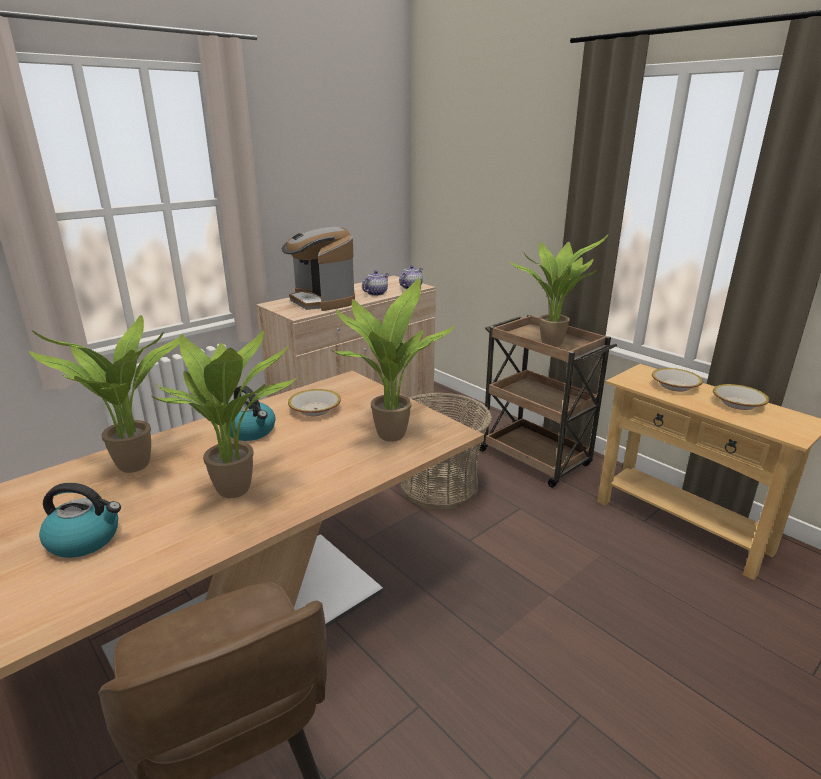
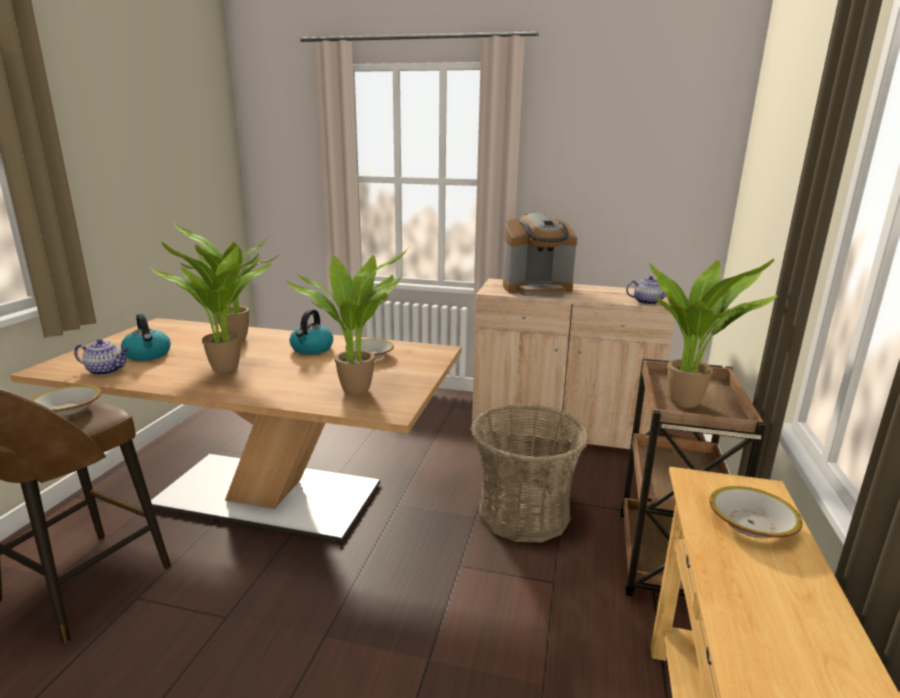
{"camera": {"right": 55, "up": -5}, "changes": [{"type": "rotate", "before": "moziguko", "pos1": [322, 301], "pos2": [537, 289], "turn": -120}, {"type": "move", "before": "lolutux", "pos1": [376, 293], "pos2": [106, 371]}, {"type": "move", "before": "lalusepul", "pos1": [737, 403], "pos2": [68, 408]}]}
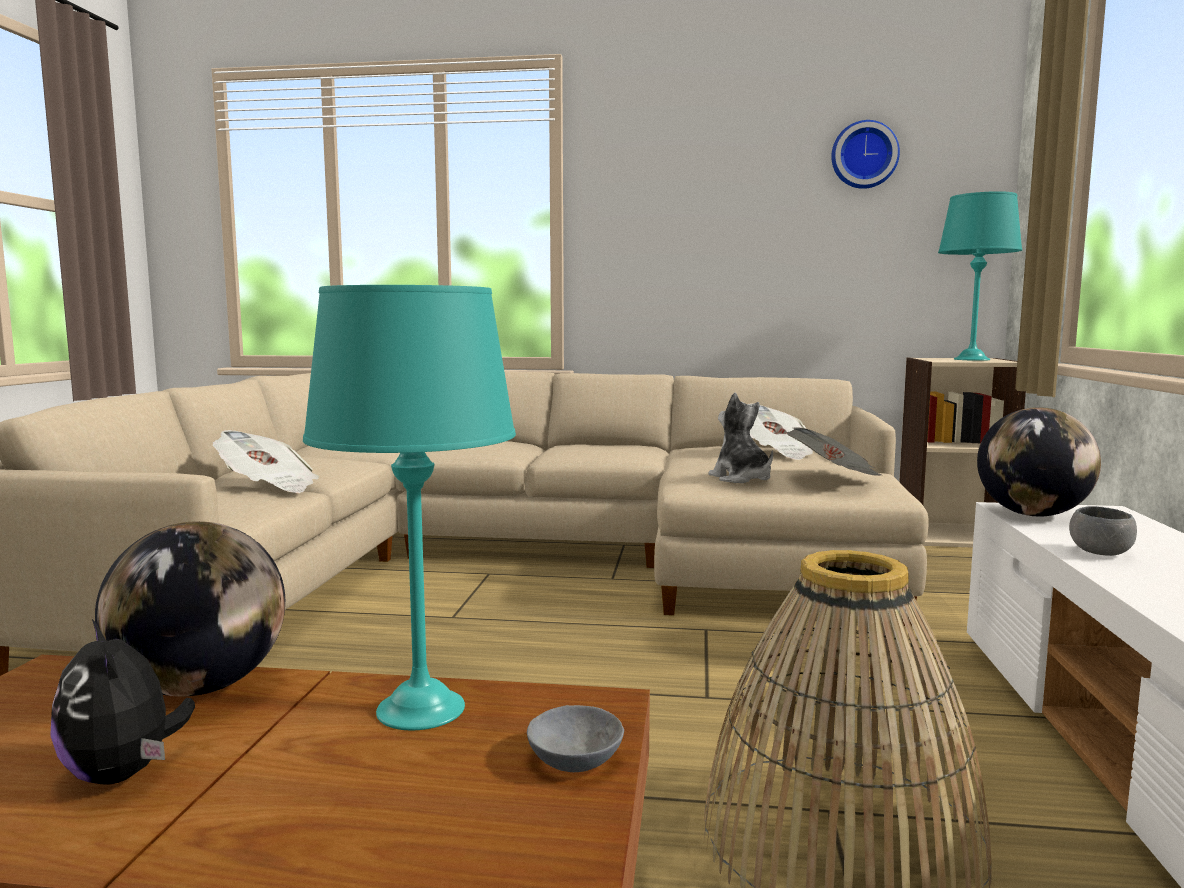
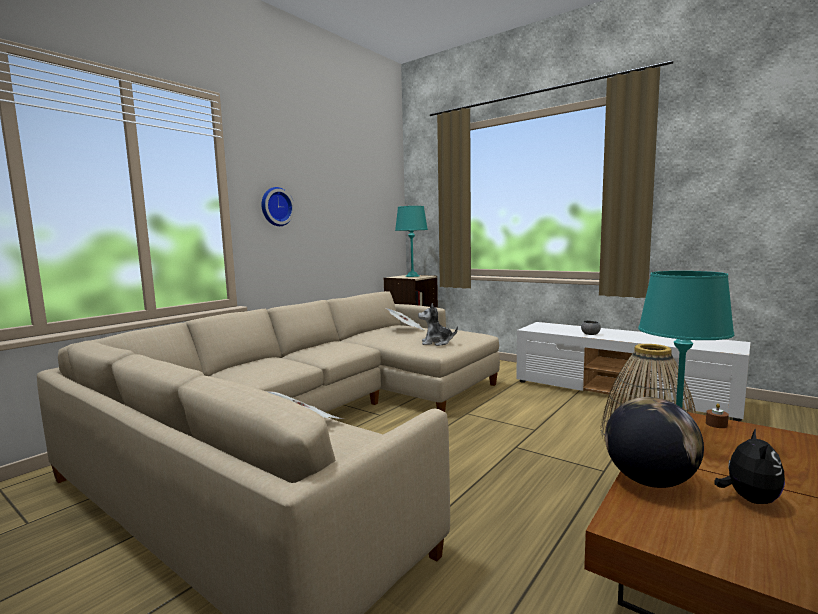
{"camera": {"right": -60, "up": 0}, "changes": [{"type": "move", "before": "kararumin", "pos1": [864, 155], "pos2": [275, 207]}, {"type": "delete", "before": "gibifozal", "pos1": [1033, 515]}, {"type": "delete", "before": "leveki", "pos1": [834, 477]}, {"type": "rotate", "before": "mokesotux", "pos1": [124, 774], "pos2": [748, 499], "turn": -60}, {"type": "replace", "before": "lalusepul (grey)", "after": "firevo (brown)", "pos1": [571, 757], "pos2": [716, 424]}]}
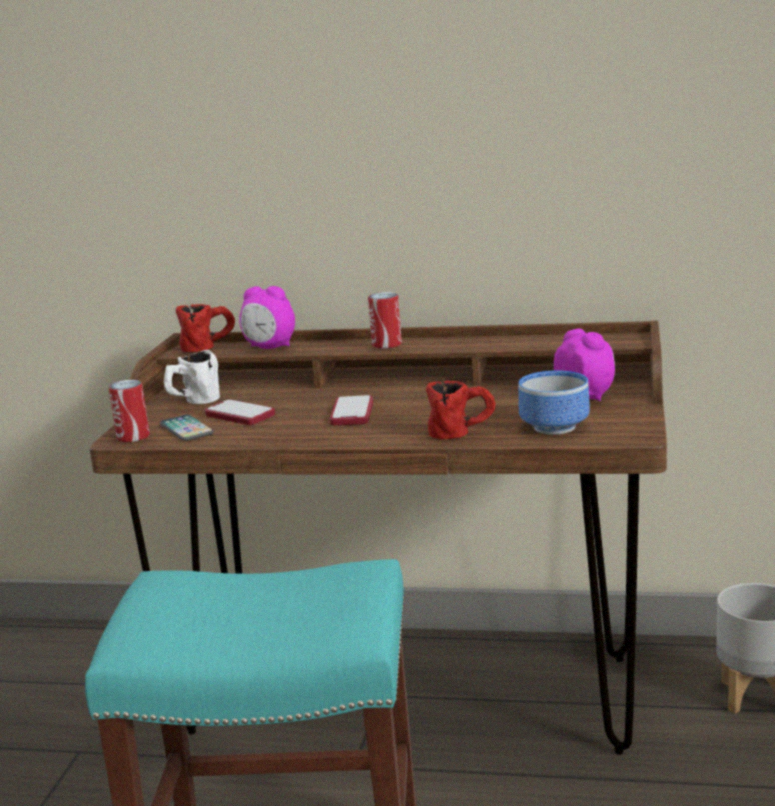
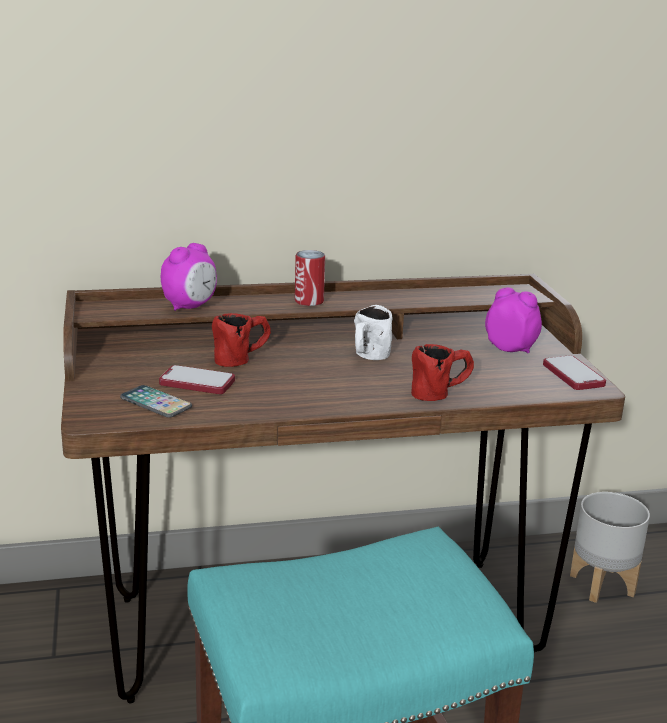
{"camera": {"right": -25, "up": 5}, "changes": [{"type": "rotate", "before": "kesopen", "pos1": [270, 347], "pos2": [190, 306], "turn": -45}, {"type": "move", "before": "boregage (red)", "pos1": [209, 347], "pos2": [242, 358]}, {"type": "move", "before": "boregage (white)", "pos1": [193, 402], "pos2": [368, 357]}, {"type": "delete", "before": "lalusepul", "pos1": [555, 426]}, {"type": "delete", "before": "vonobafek", "pos1": [133, 437]}, {"type": "move", "before": "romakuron", "pos1": [352, 413], "pos2": [573, 375]}]}
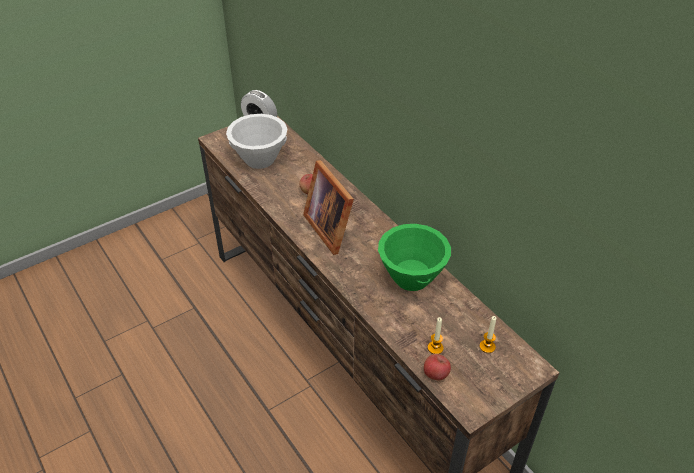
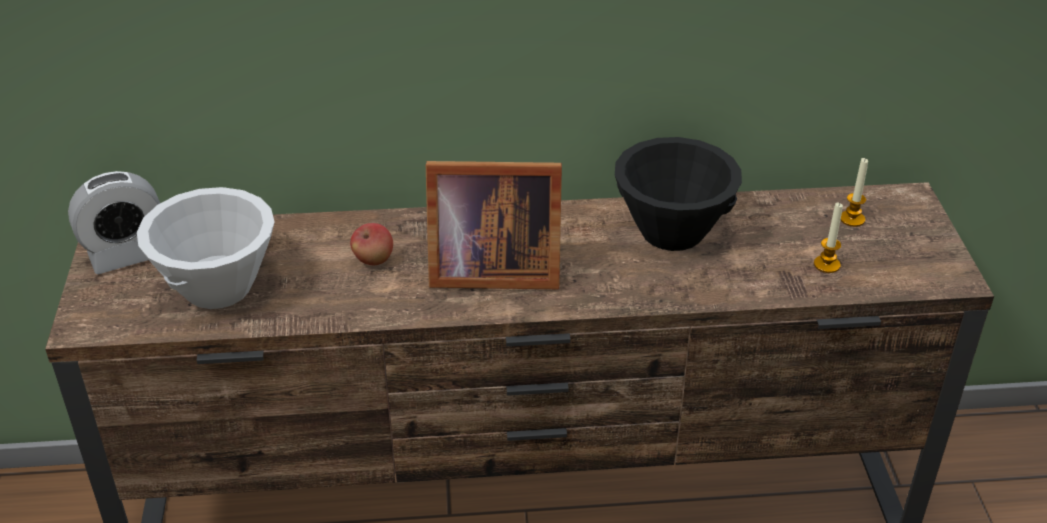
{"camera": {"right": -60, "up": -5}, "changes": [{"type": "recolor", "before": "lalusepul (green)", "after": "lalusepul (black)", "pos1": [412, 277], "pos2": [672, 231]}, {"type": "delete", "before": "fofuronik", "pos1": [435, 374]}]}
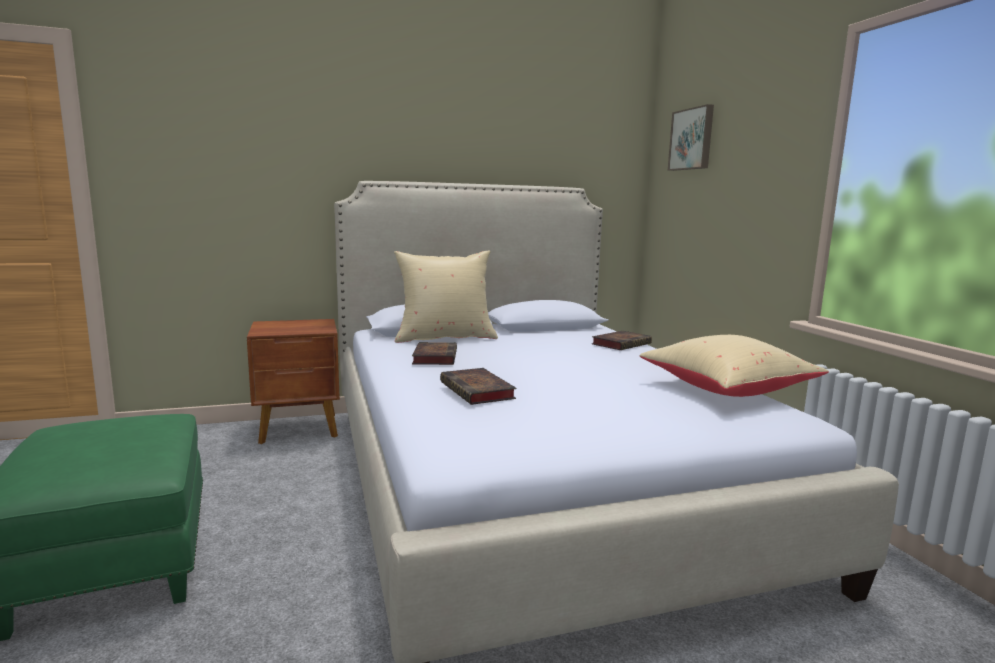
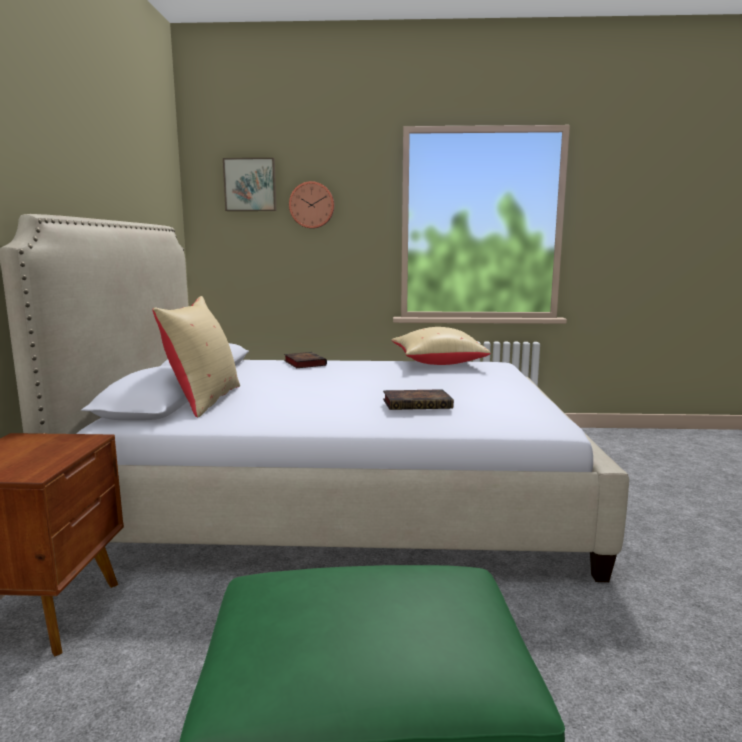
{"camera": {"right": -70, "up": 0}, "changes": [{"type": "delete", "before": "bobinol", "pos1": [434, 357]}, {"type": "insert", "after": "kararumin", "pos2": [312, 205]}]}
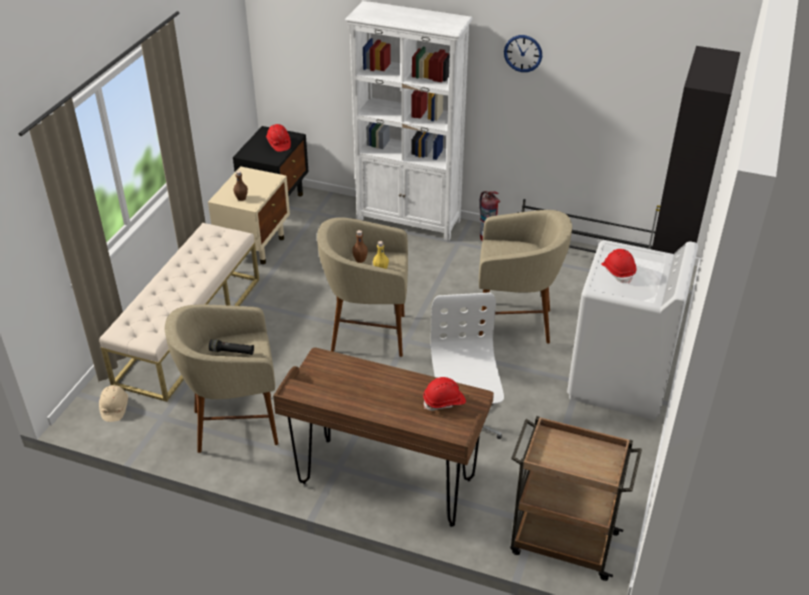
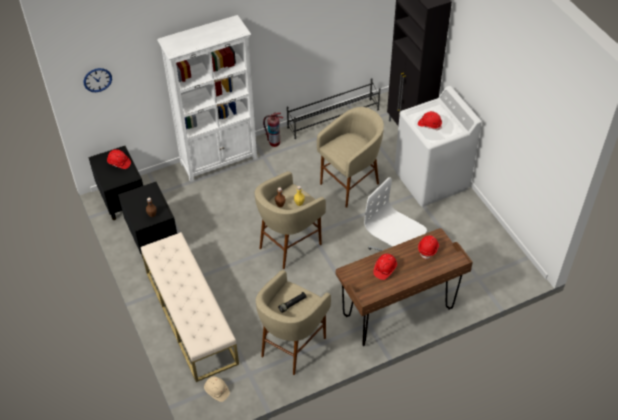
{"camera": {"right": -45, "up": 10}, "changes": [{"type": "move", "before": "kararumin", "pos1": [523, 53], "pos2": [97, 80]}, {"type": "recolor", "before": "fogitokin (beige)", "after": "fogitokin (black)", "pos1": [255, 245], "pos2": [153, 239]}, {"type": "delete", "before": "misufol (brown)", "pos1": [561, 542]}, {"type": "insert", "after": "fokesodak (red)", "pos2": [384, 269]}]}
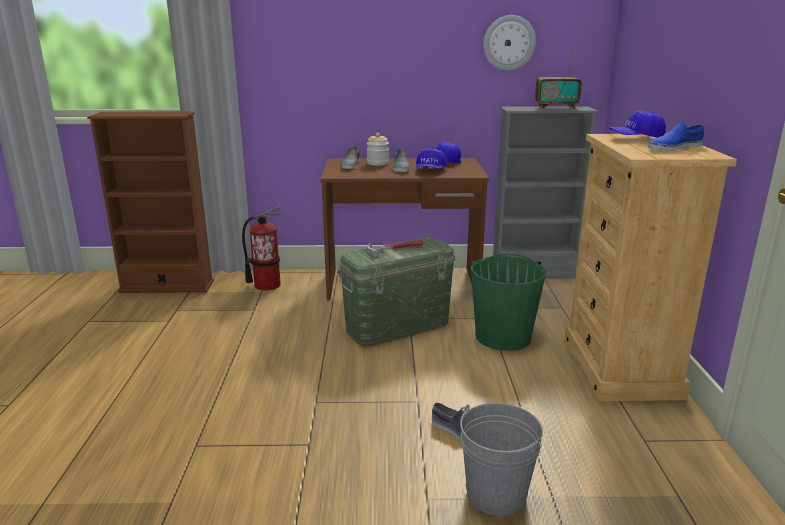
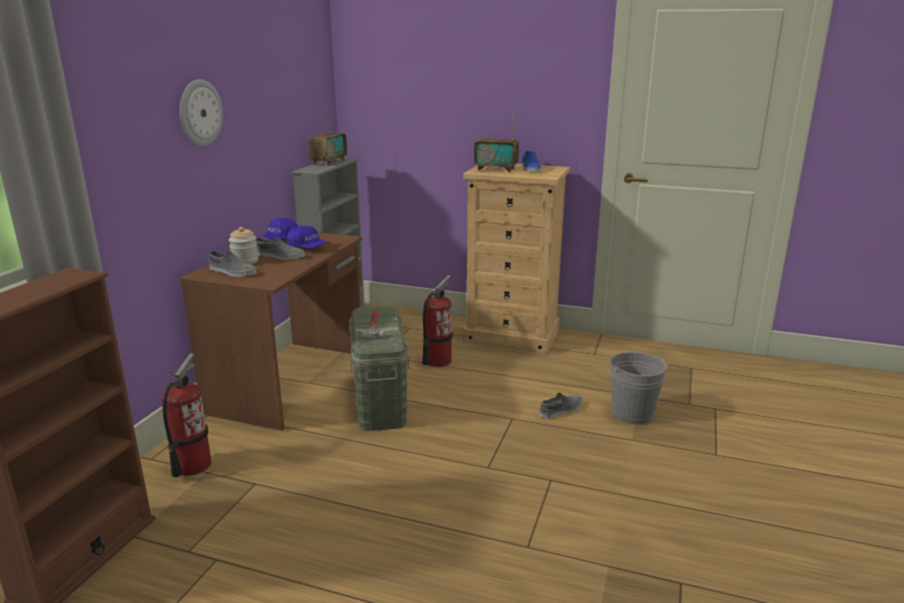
{"camera": {"right": -70, "up": 0}, "changes": [{"type": "move", "before": "kararumin", "pos1": [509, 43], "pos2": [200, 113]}, {"type": "replace", "before": "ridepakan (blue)", "after": "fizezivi", "pos1": [636, 139], "pos2": [496, 169]}, {"type": "replace", "before": "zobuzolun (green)", "after": "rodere", "pos1": [503, 336], "pos2": [437, 361]}]}
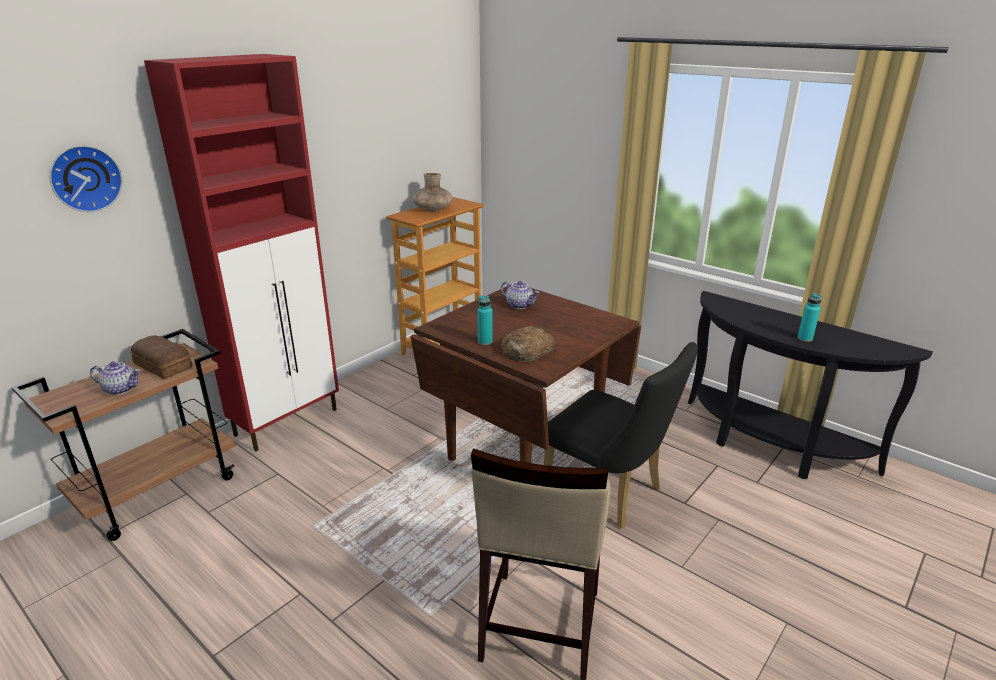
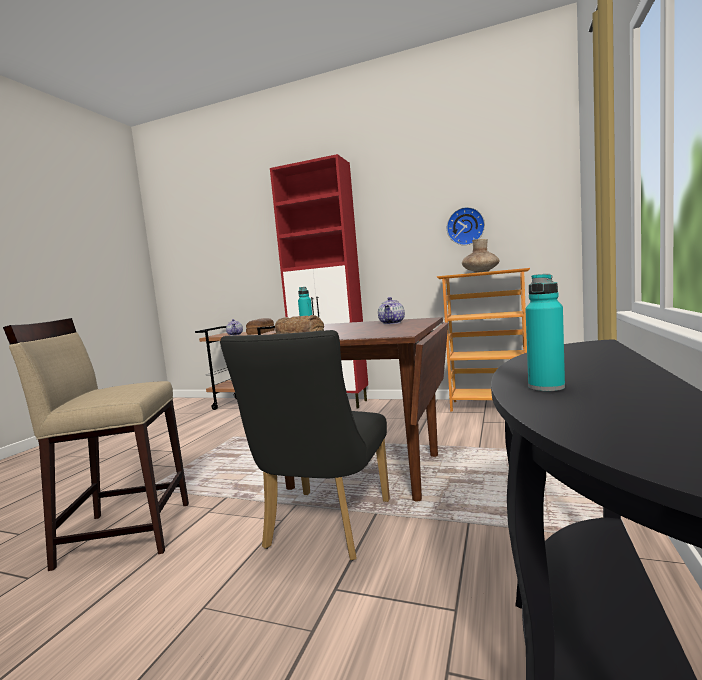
{"camera": {"right": 70, "up": -20}, "changes": [{"type": "move", "before": "kararumin", "pos1": [84, 178], "pos2": [465, 226]}]}
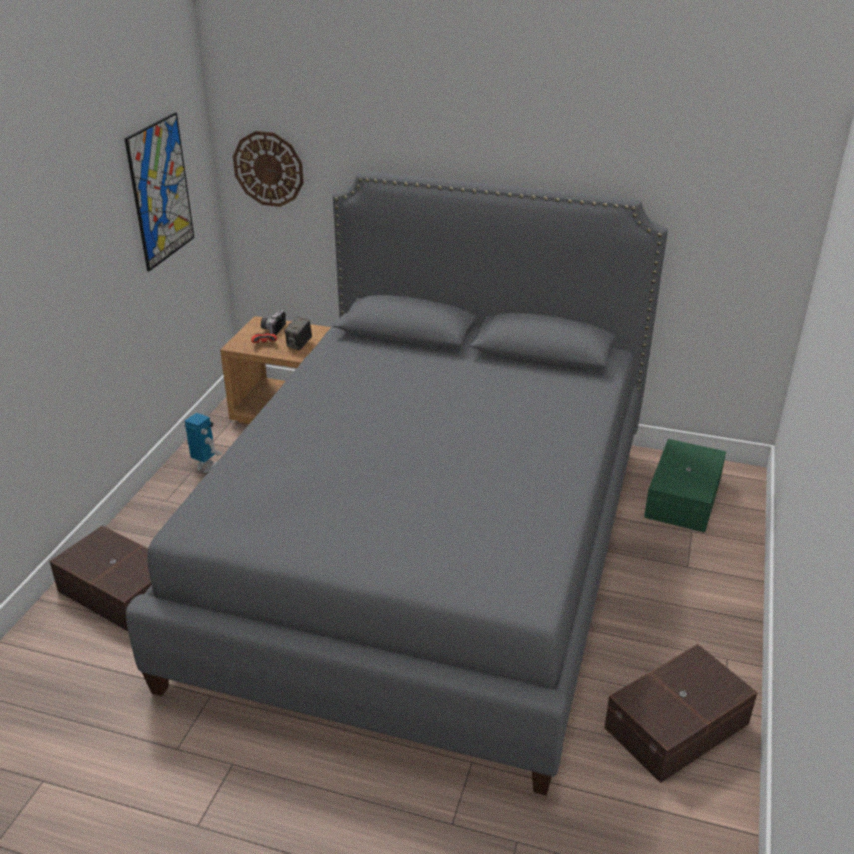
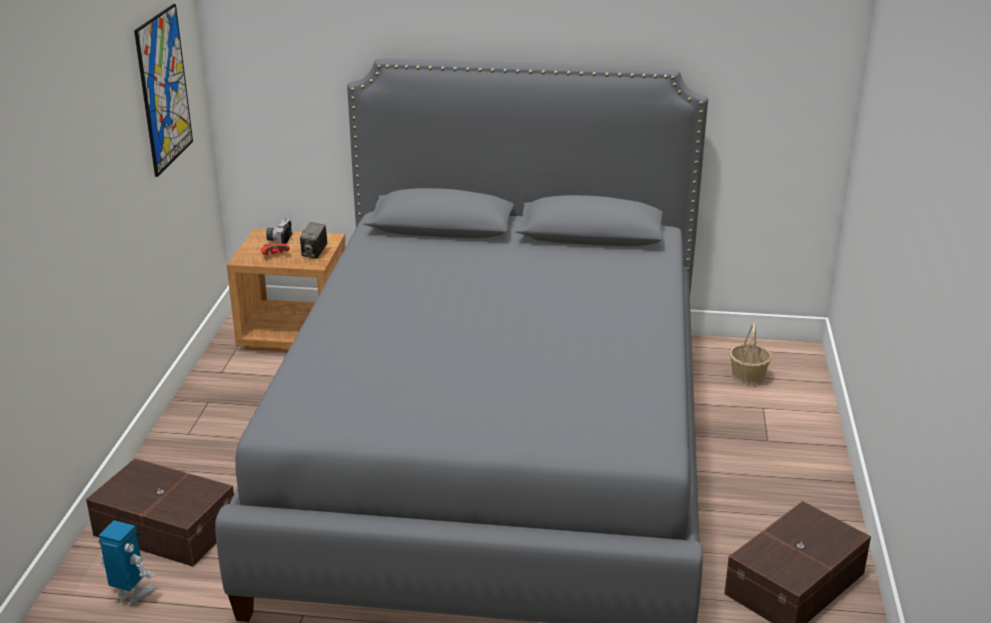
{"camera": {"right": -10, "up": -5}, "changes": [{"type": "delete", "before": "kararumin", "pos1": [268, 169]}, {"type": "move", "before": "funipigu", "pos1": [207, 467], "pos2": [132, 595]}, {"type": "replace", "before": "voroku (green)", "after": "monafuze", "pos1": [685, 497], "pos2": [748, 377]}]}
